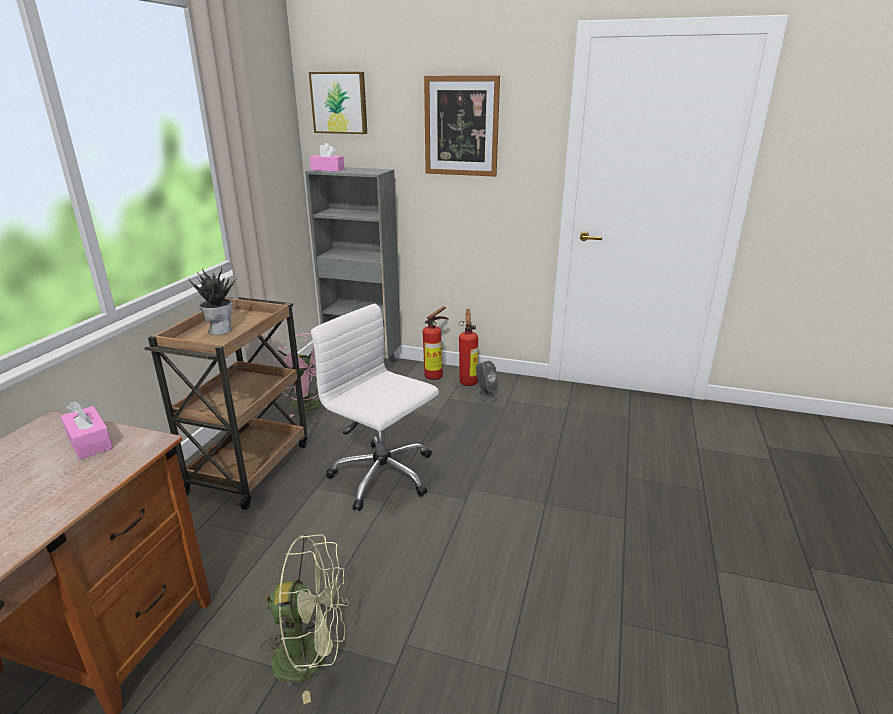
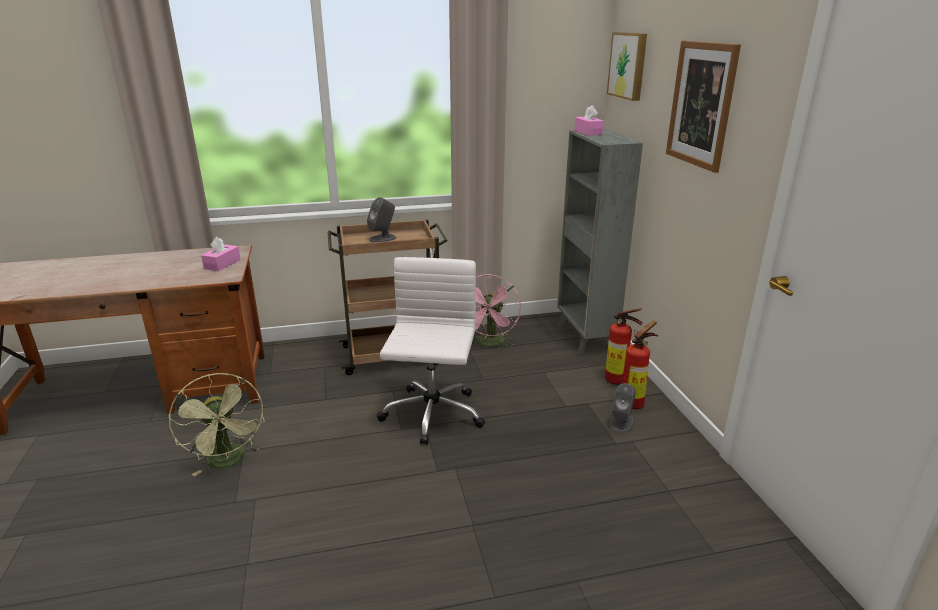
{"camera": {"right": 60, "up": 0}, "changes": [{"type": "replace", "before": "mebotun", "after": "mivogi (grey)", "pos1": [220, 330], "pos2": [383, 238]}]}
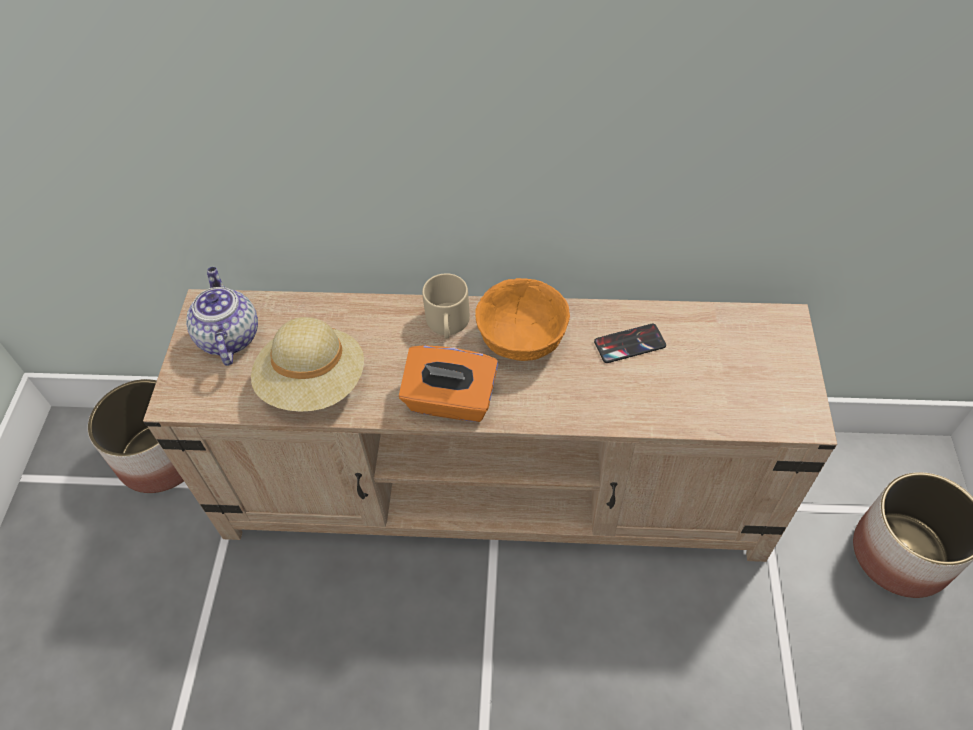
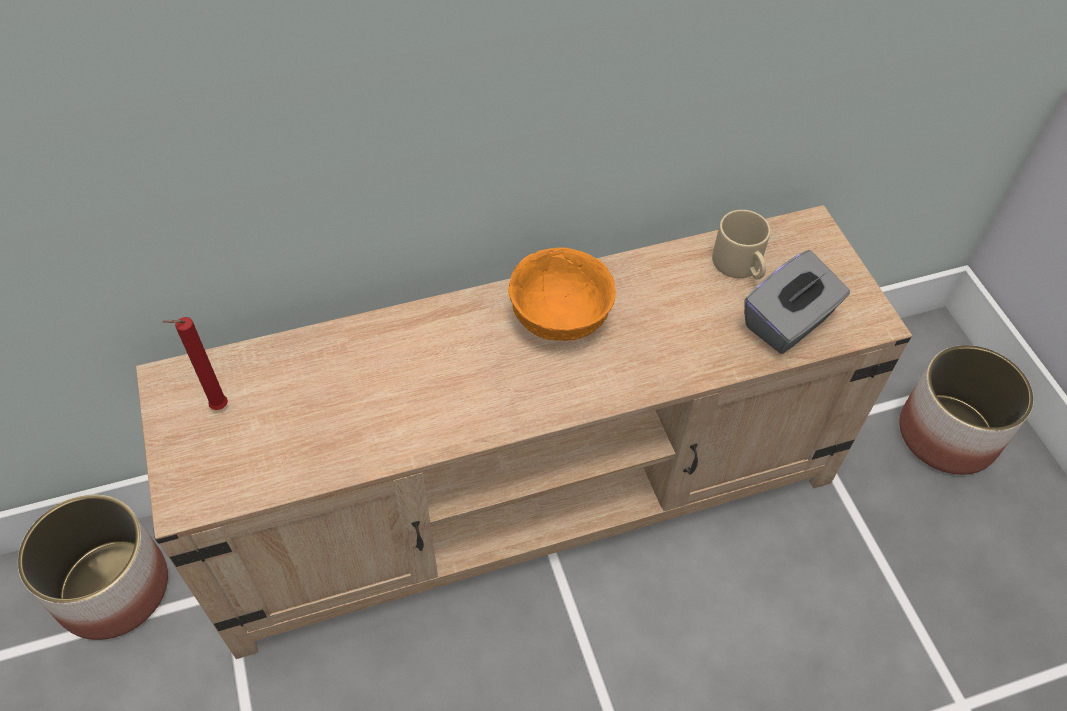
{"camera": {"right": -25, "up": 0}, "changes": [{"type": "replace", "before": "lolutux", "after": "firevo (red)", "pos1": [228, 336], "pos2": [216, 408]}, {"type": "move", "before": "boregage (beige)", "pos1": [448, 324], "pos2": [741, 266]}, {"type": "delete", "before": "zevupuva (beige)", "pos1": [313, 383]}, {"type": "delete", "before": "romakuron", "pos1": [629, 343]}, {"type": "delete", "before": "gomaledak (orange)", "pos1": [450, 401]}, {"type": "insert", "after": "gomaledak (grey)", "pos2": [788, 322]}]}
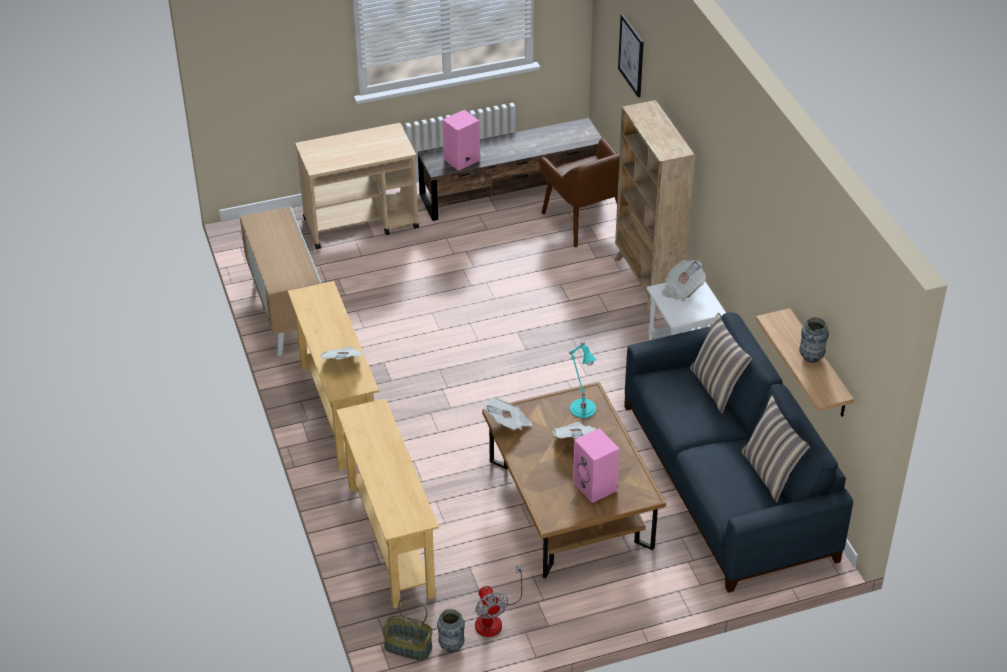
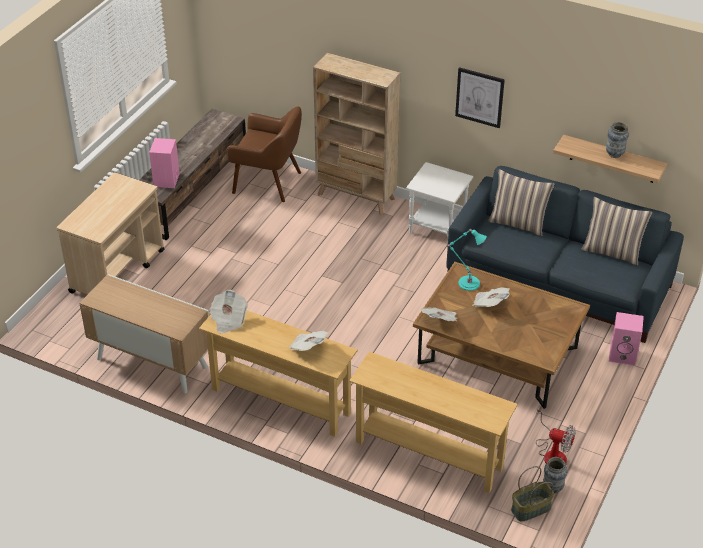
{"camera": {"right": -45, "up": 0}, "changes": [{"type": "move", "before": "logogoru", "pos1": [631, 55], "pos2": [479, 97]}, {"type": "move", "before": "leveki", "pos1": [682, 289], "pos2": [228, 320]}, {"type": "move", "before": "mivogi (pink)", "pos1": [596, 486], "pos2": [623, 355]}]}
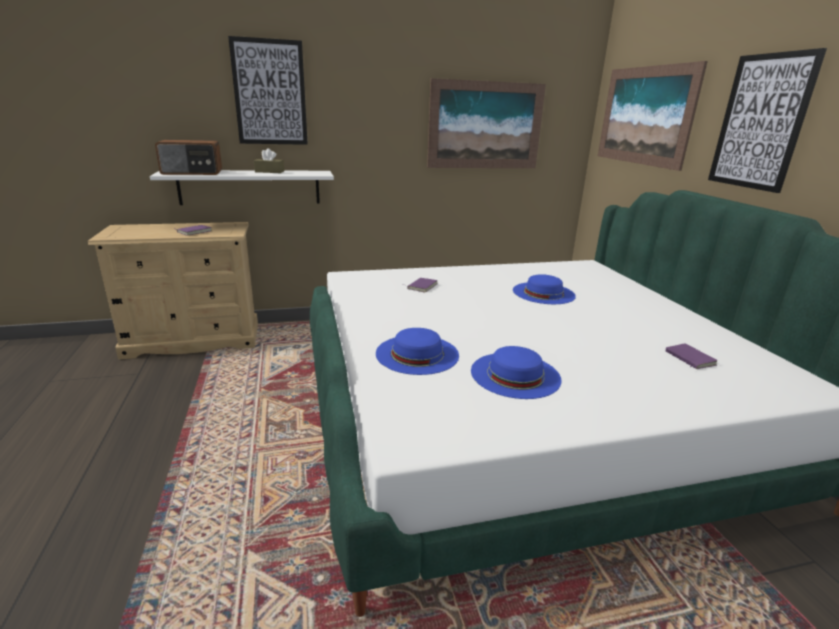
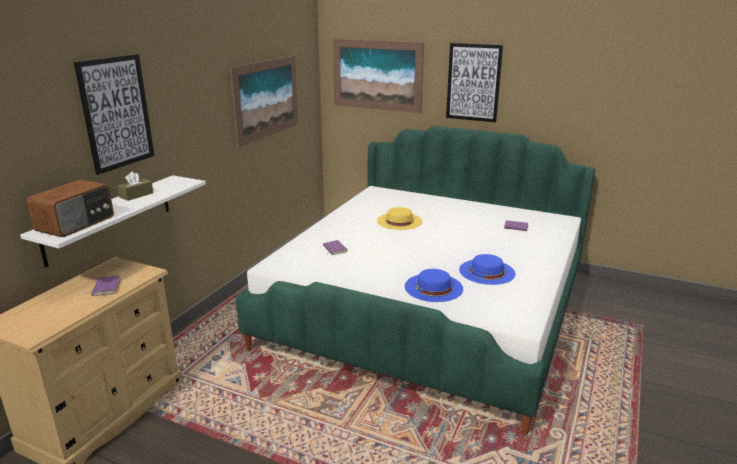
{"camera": {"right": -50, "up": 0}, "changes": [{"type": "recolor", "before": "zevupuva (blue)", "after": "zevupuva (yellow)", "pos1": [543, 293], "pos2": [399, 221]}]}
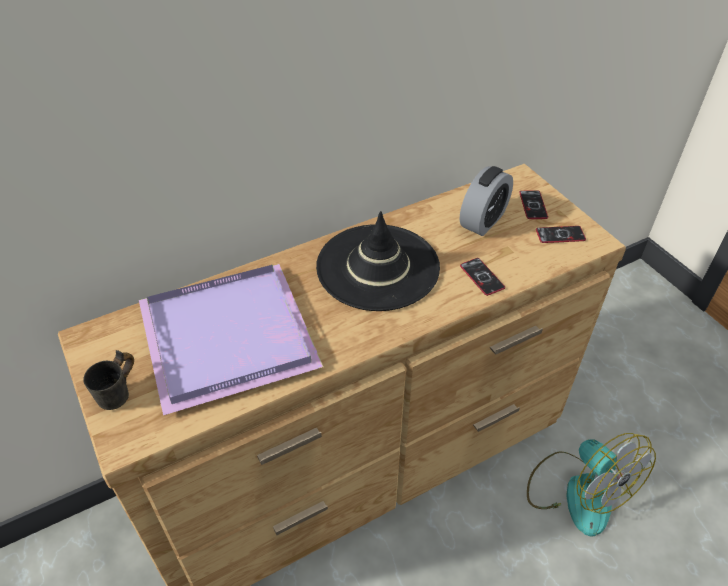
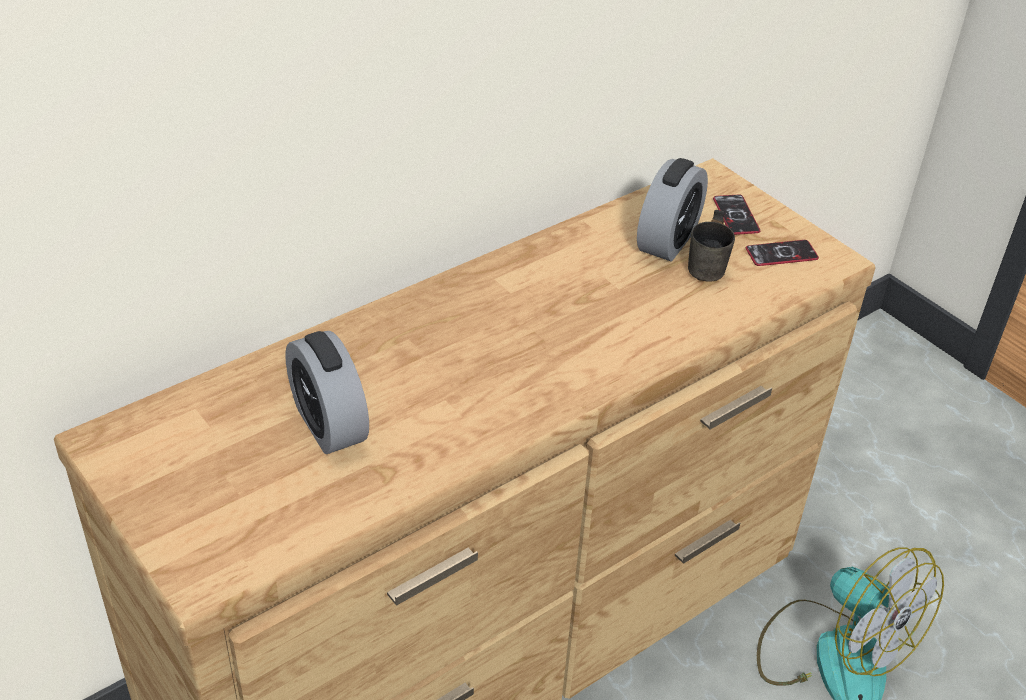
{"camera": {"right": -10, "up": -5}, "changes": [{"type": "delete", "before": "zevupuva (black)", "pos1": [378, 267]}, {"type": "delete", "before": "romakuron", "pos1": [482, 277]}, {"type": "replace", "before": "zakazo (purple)", "after": "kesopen", "pos1": [231, 338], "pos2": [329, 424]}, {"type": "move", "before": "boregage (grey)", "pos1": [121, 394], "pos2": [712, 268]}]}
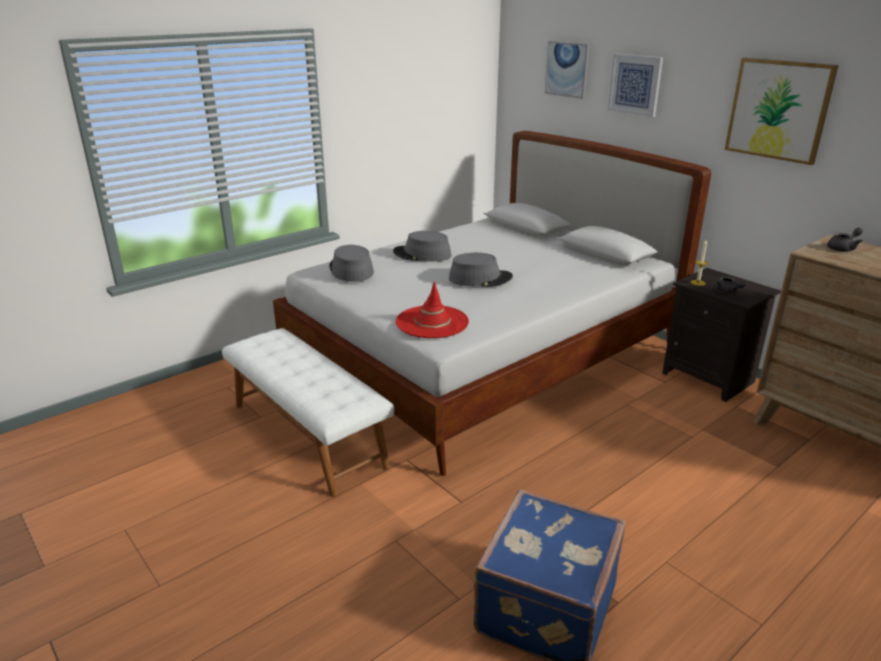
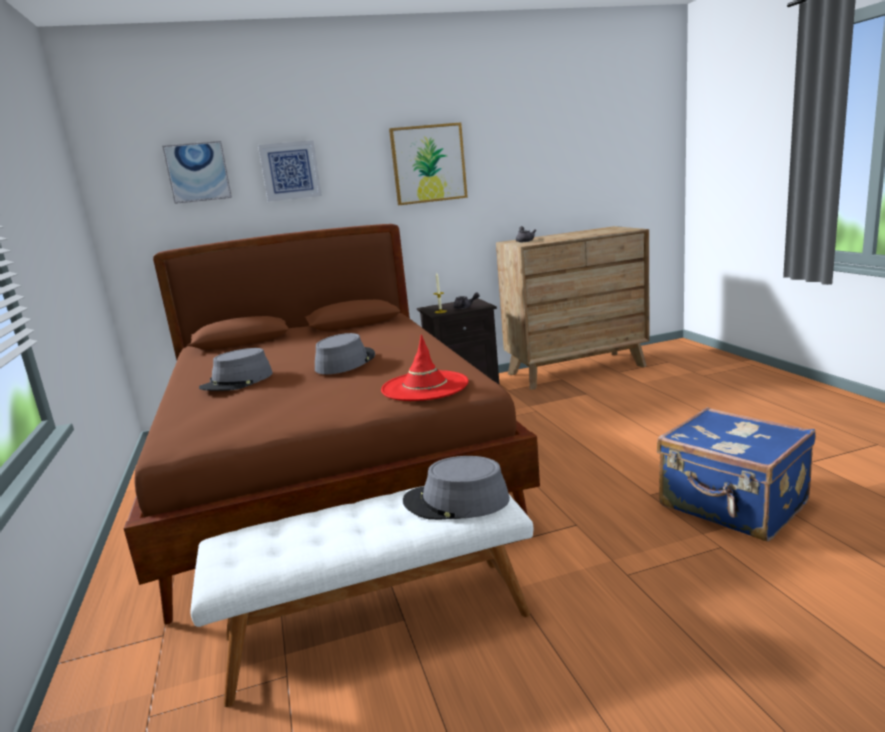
{"camera": {"right": -65, "up": -10}, "changes": [{"type": "recolor", "before": "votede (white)", "after": "votede (brown)", "pos1": [485, 358], "pos2": [330, 473]}, {"type": "move", "before": "zevupuva (grey)", "pos1": [350, 270], "pos2": [456, 501]}]}
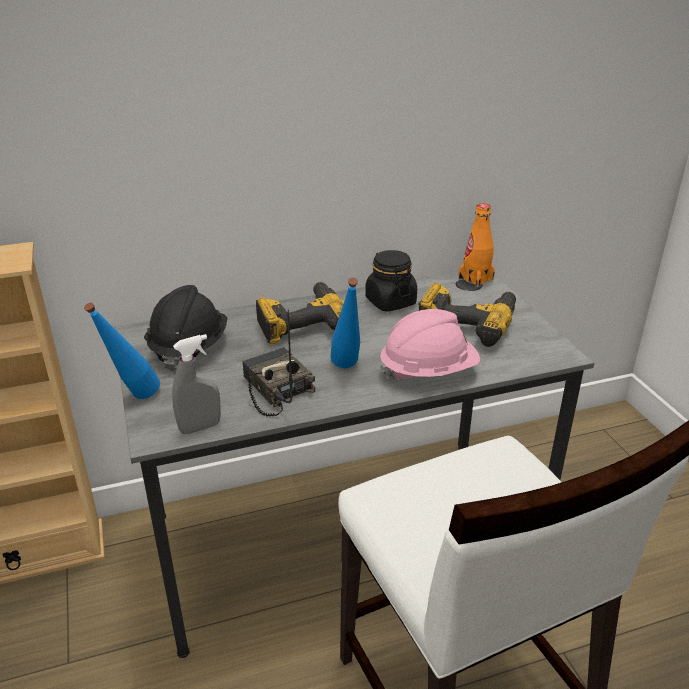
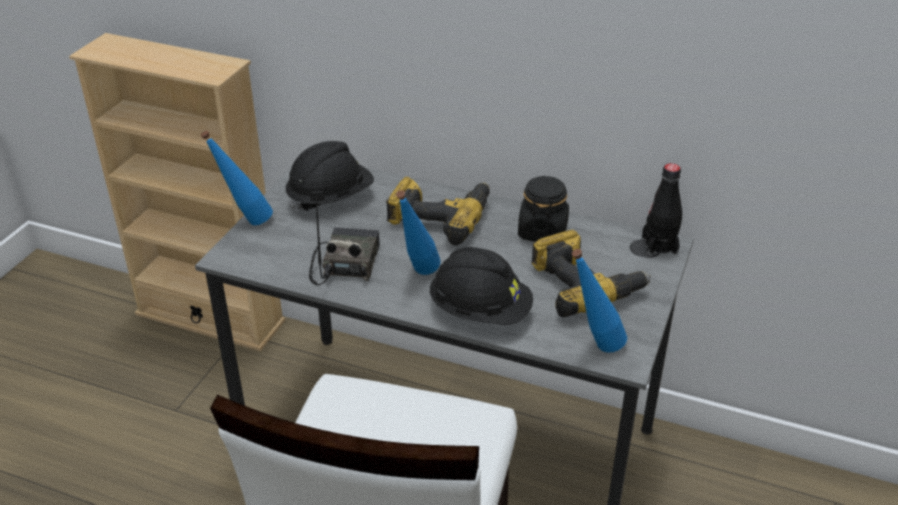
{"camera": {"right": 40, "up": 5}, "changes": [{"type": "recolor", "before": "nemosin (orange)", "after": "nemosin (black)", "pos1": [475, 279], "pos2": [659, 246]}, {"type": "recolor", "before": "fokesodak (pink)", "after": "fokesodak (black)", "pos1": [428, 371], "pos2": [480, 311]}, {"type": "delete", "before": "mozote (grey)", "pos1": [200, 427]}, {"type": "insert", "after": "nemosin (blue)", "pos2": [593, 347]}]}
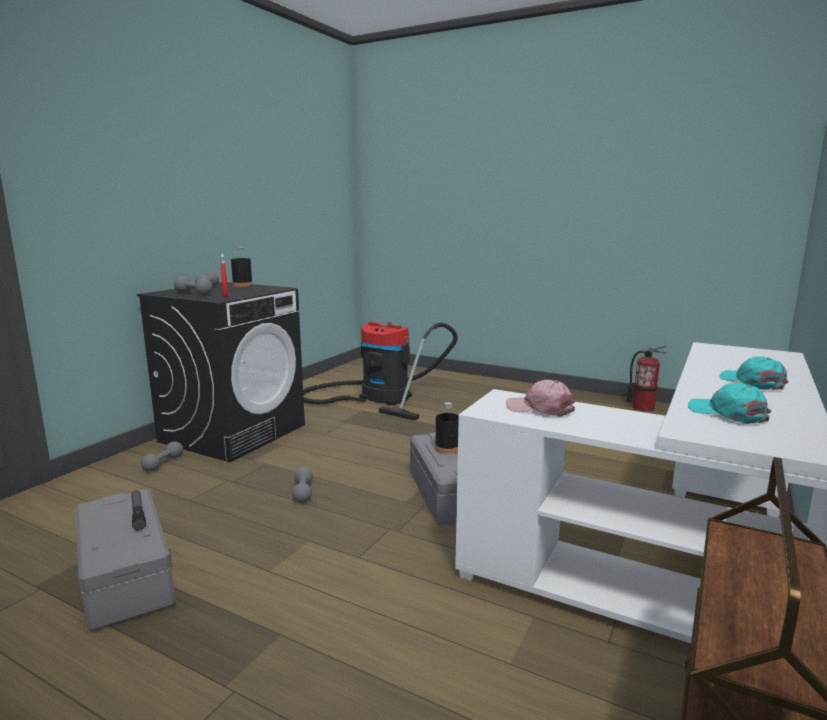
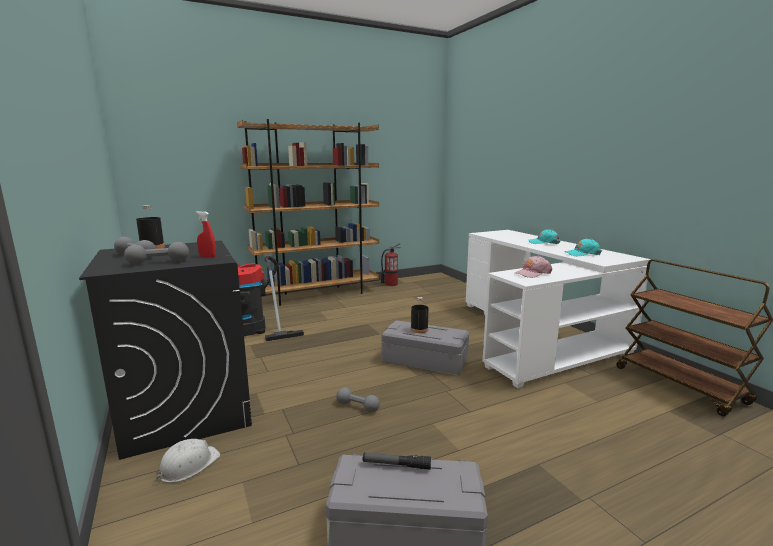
{"camera": {"right": -55, "up": 0}, "changes": [{"type": "replace", "before": "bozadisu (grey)", "after": "fokesodak (white)", "pos1": [163, 463], "pos2": [188, 465]}, {"type": "insert", "after": "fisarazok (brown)", "pos2": [317, 294]}]}
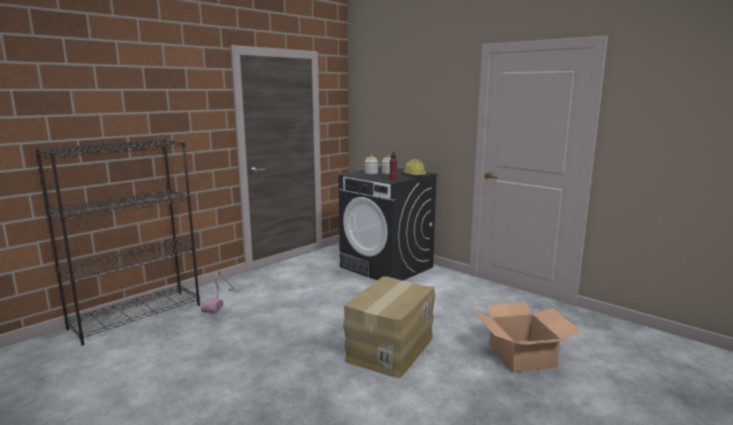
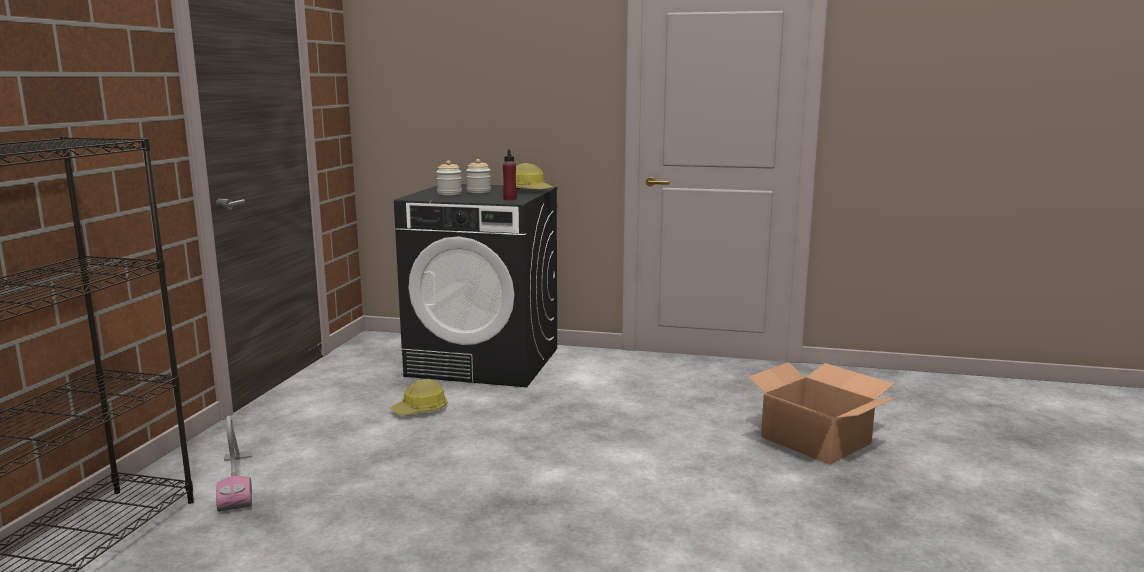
{"camera": {"right": -30, "up": 0}, "changes": [{"type": "delete", "before": "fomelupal", "pos1": [389, 348]}, {"type": "insert", "after": "fokesodak", "pos2": [421, 410]}]}
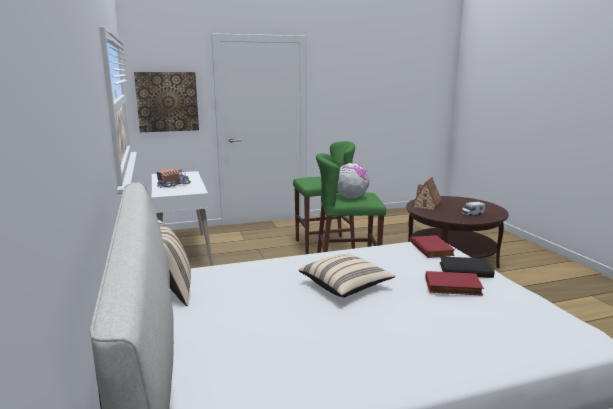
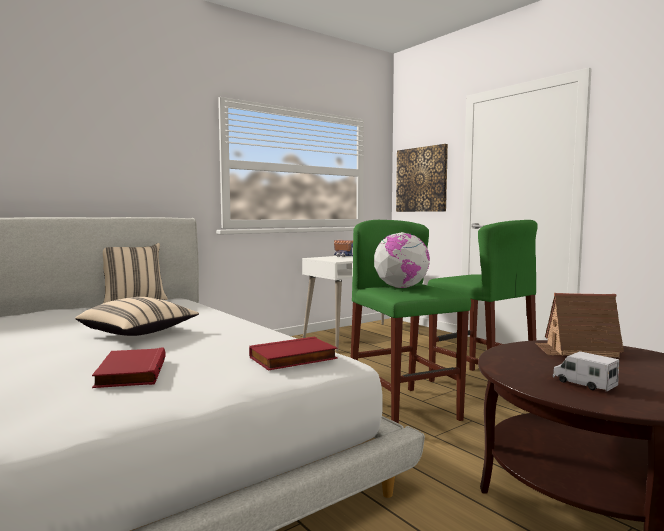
{"camera": {"right": 70, "up": -10}, "changes": [{"type": "delete", "before": "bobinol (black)", "pos1": [465, 269]}]}
